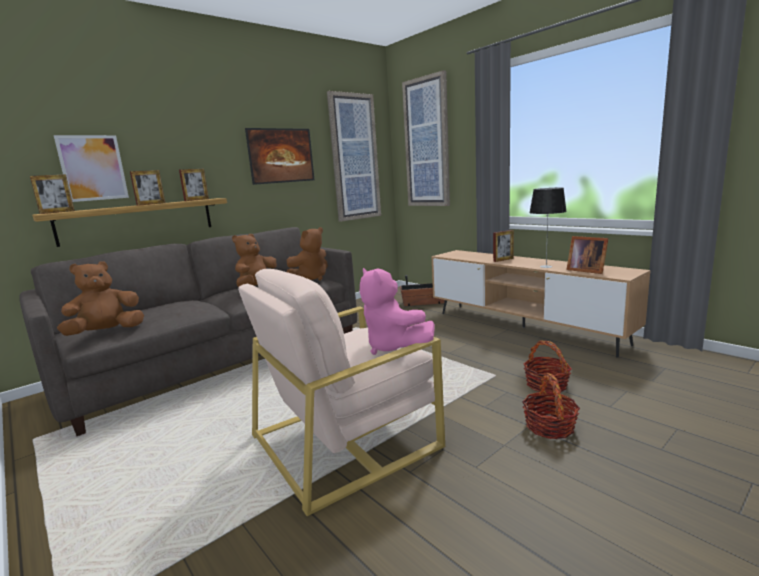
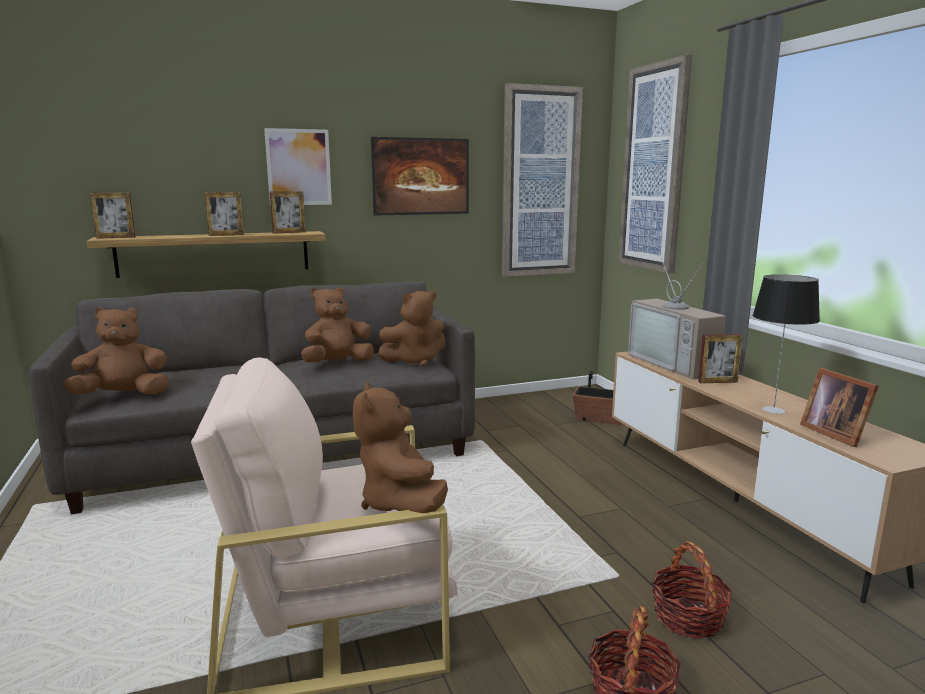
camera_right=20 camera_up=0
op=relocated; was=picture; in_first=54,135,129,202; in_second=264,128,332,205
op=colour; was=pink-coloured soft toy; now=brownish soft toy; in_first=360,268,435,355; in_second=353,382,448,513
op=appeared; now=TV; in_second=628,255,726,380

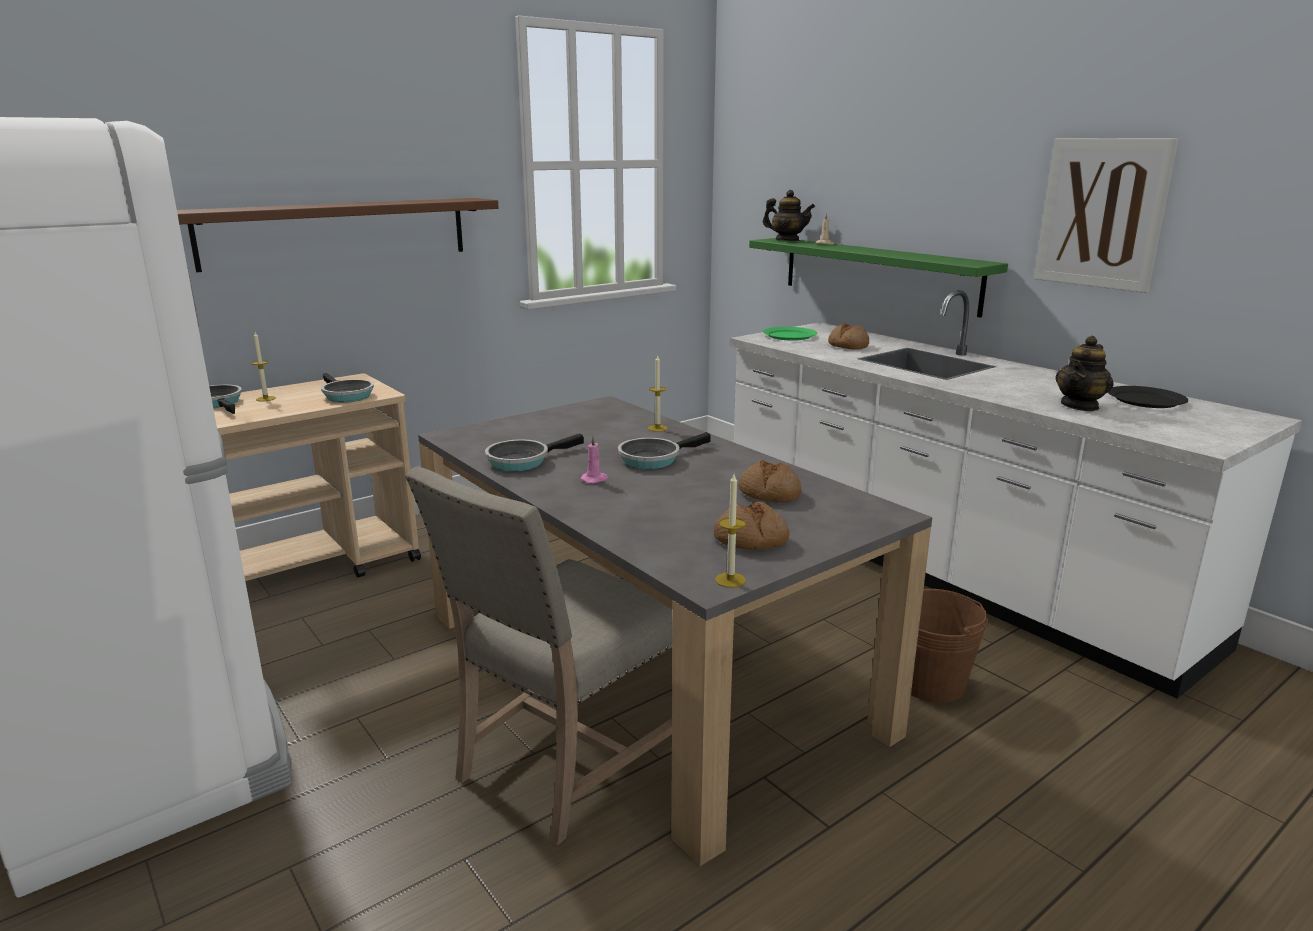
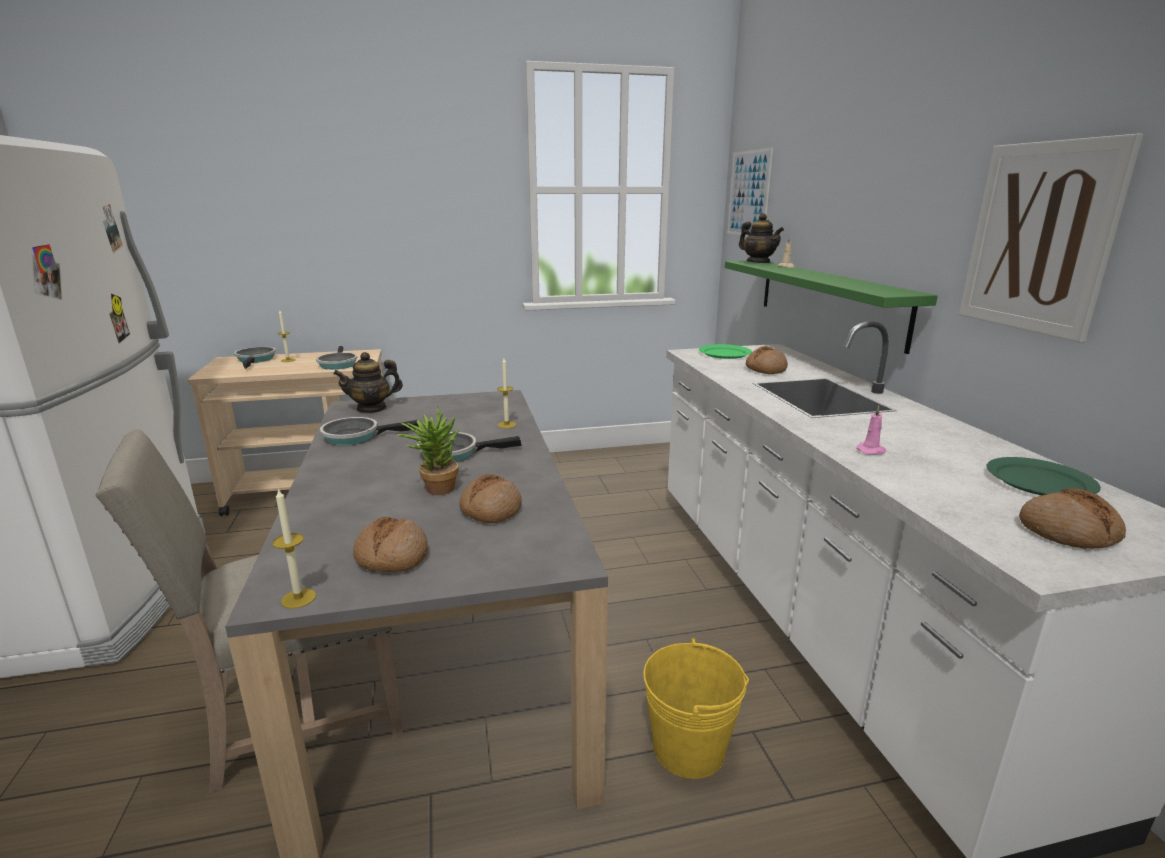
camera_right=25 camera_up=0
op=relocated; was=teapot; in_first=1056,336,1114,411; in_second=333,352,403,414
op=appeared; now=plant in a pot; in_second=398,406,459,495
op=colour; was=brownish bucket; now=yellowish bucket; in_first=911,589,988,703; in_second=643,638,749,779
op=appeared; now=picture; in_second=727,148,773,236
op=relocated; was=pink-coloured candle; in_first=581,436,608,484; in_second=856,405,886,455
op=colour; was=black-coloured flat dish; now=green-coloured flat dish; in_first=1108,386,1188,408; in_second=986,457,1101,495
op=appeared; now=bakery bread; in_second=1019,488,1126,549
op=missing; was=brownish wall shelf; in_first=177,198,499,272

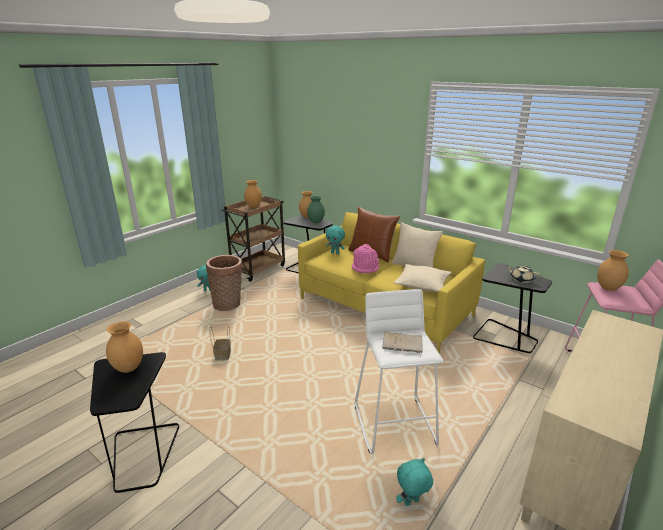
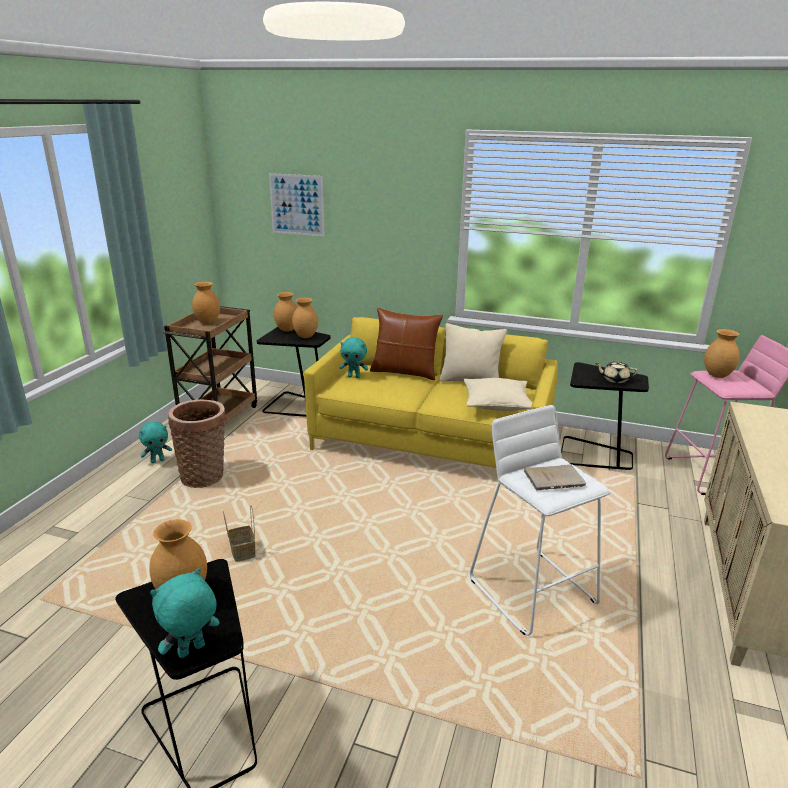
camera_right=-20 camera_up=0
op=relocated; was=turquoise-coloured soft toy; in_first=396,458,433,506; in_second=150,568,220,658
op=appeared; now=picture; in_second=269,173,325,237
op=colour; was=green-coloured vase; now=brownish vase; in_first=307,196,325,223; in_second=292,298,318,338
op=missing; was=pink-coloured wearable hat; in_first=352,244,379,273

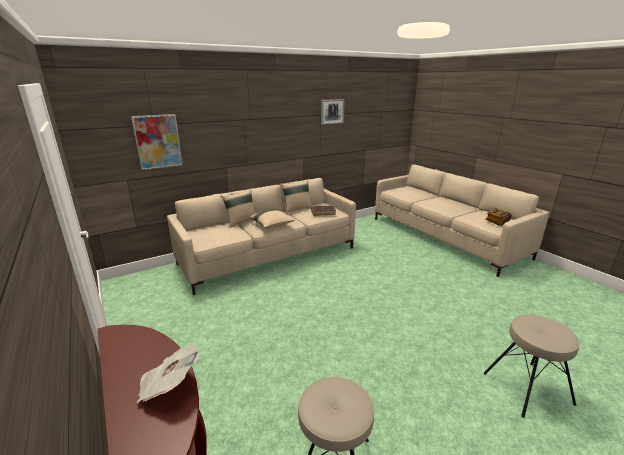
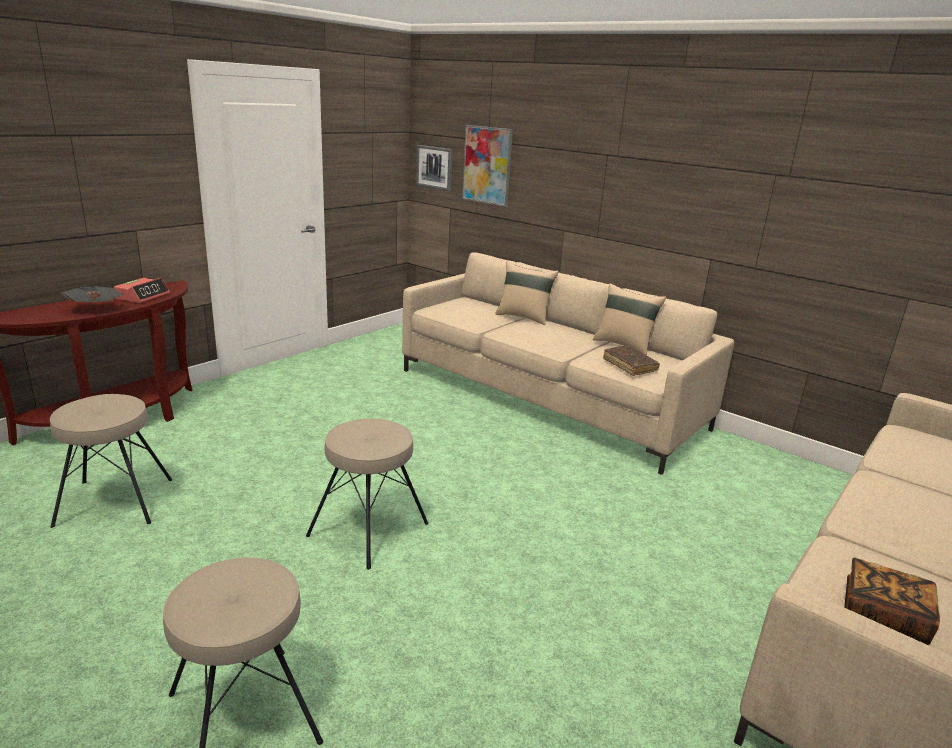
camera_right=70 camera_up=0
op=appeared; now=bedside clock; in_second=114,278,170,303
op=appeared; now=beige stool; in_second=306,419,429,570
op=relocated; was=picture; in_first=321,99,345,125; in_second=416,145,453,191
op=missing; was=beige pillow; in_first=249,209,295,228

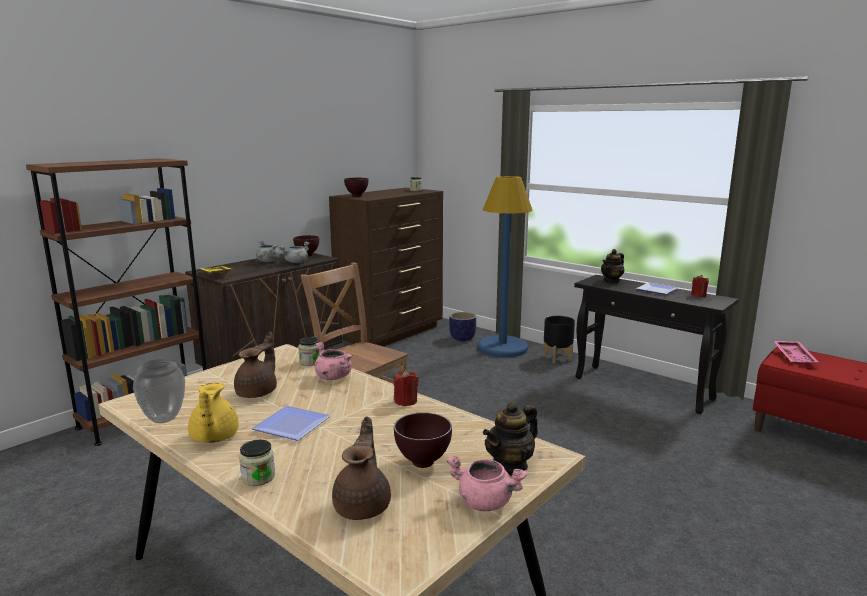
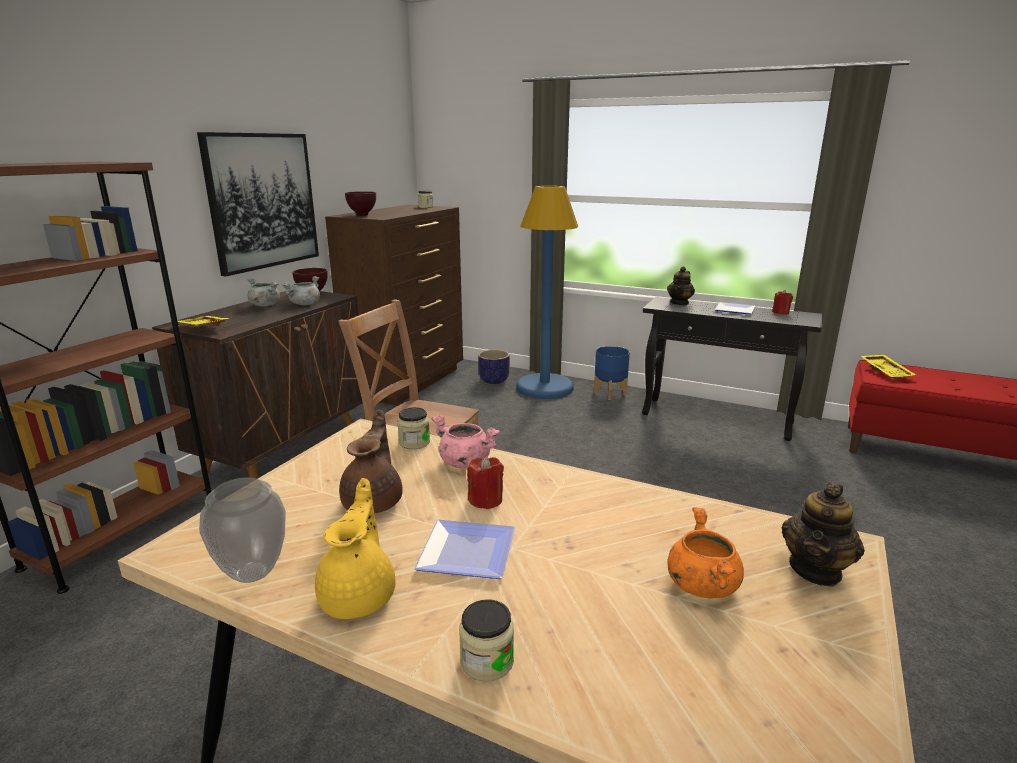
camera_right=-15 camera_up=5
op=appeared; now=picture; in_second=197,132,319,277
op=spun; was=yellowish teapot; in_first=188,383,239,443; in_second=315,478,396,619; clockwise=-150
op=relocated; was=reddish candle; in_first=394,370,419,406; in_second=467,456,504,509
op=colour; was=black-coloured planter; now=blue planter; in_first=543,316,575,363; in_second=594,346,630,400
op=exchanged; was=brownish deep dish; now=orange stockpot; in_first=394,412,452,468; in_second=667,507,744,598
op=colour; was=pink-coloured serving tray; now=yellowish serving tray; in_first=774,341,818,365; in_second=861,354,916,379
op=missing; was=brownish teapot; in_first=332,416,391,520
op=missing; was=pink-coloured stockpot; in_first=447,456,527,511

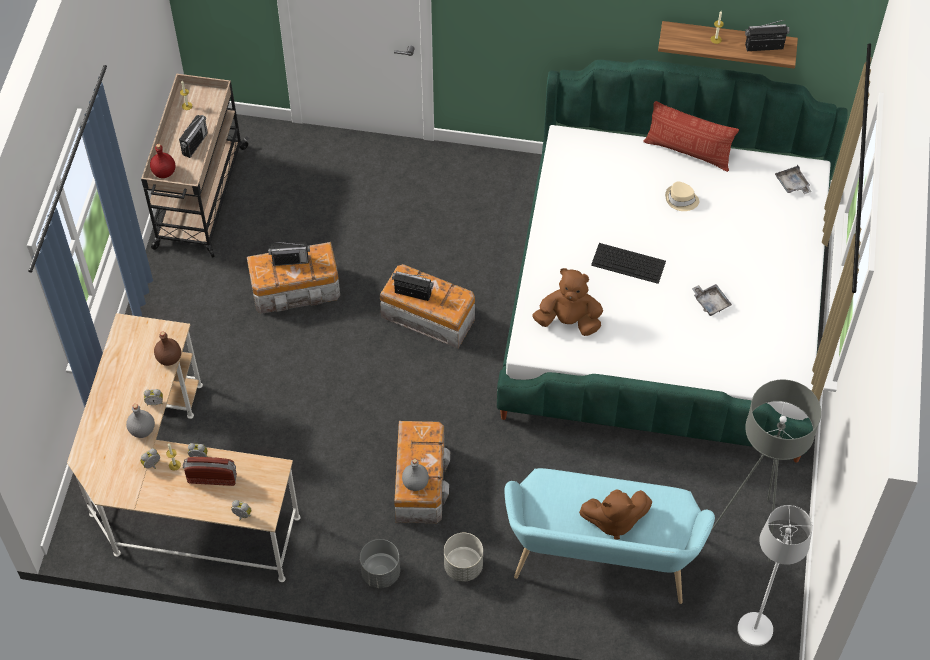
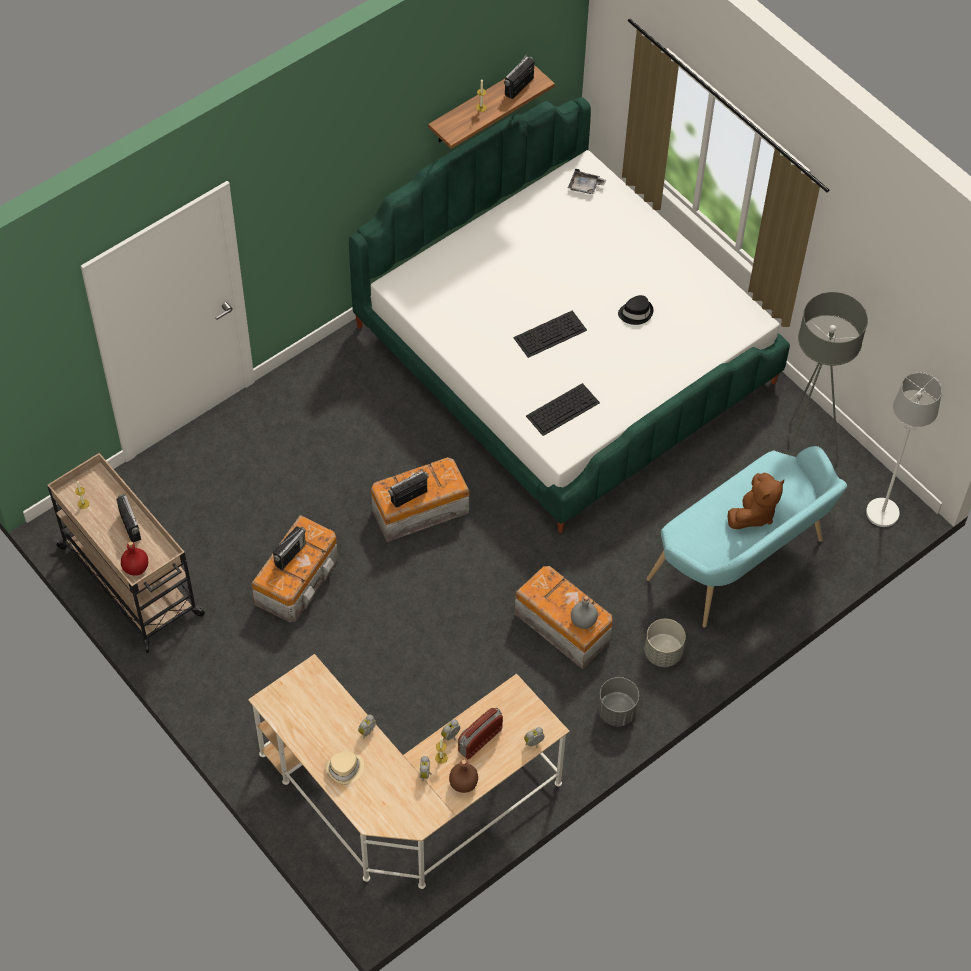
camera_right=-50 camera_up=0
op=relocated; was=beige wearable hat; in_first=665,181,699,211; in_second=325,752,364,785
op=relocated; was=brownish bottle; in_first=154,331,181,366; in_second=449,759,478,793
op=exchanged; was=brownish soft toy; now=keyboard; in_first=532,268,603,336; in_second=526,383,600,436
op=exchanged; was=grey serving tray; now=black-coloured wearable hat; in_first=692,284,732,316; in_second=618,295,653,325
op=missing; was=grey bottle; in_first=126,404,155,438
op=missing; was=pillow; in_first=643,101,739,172

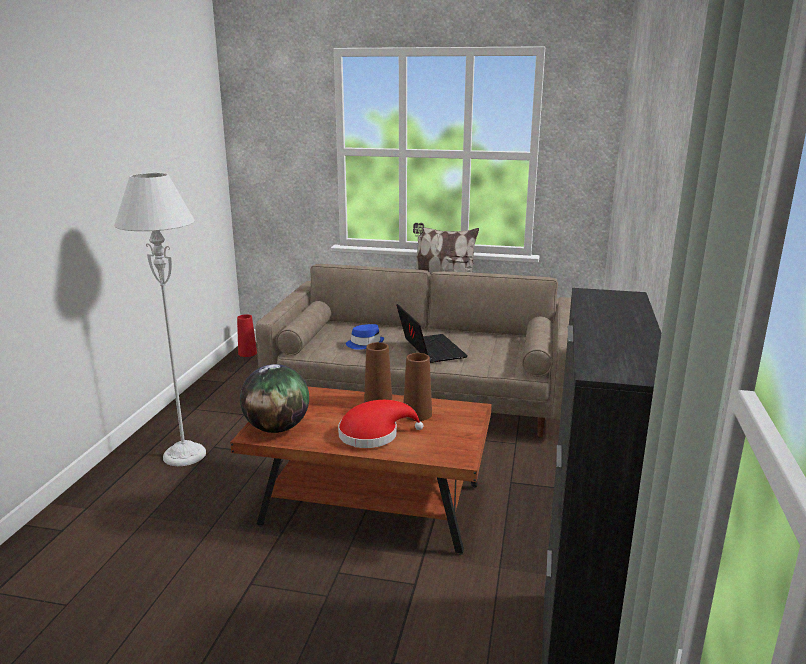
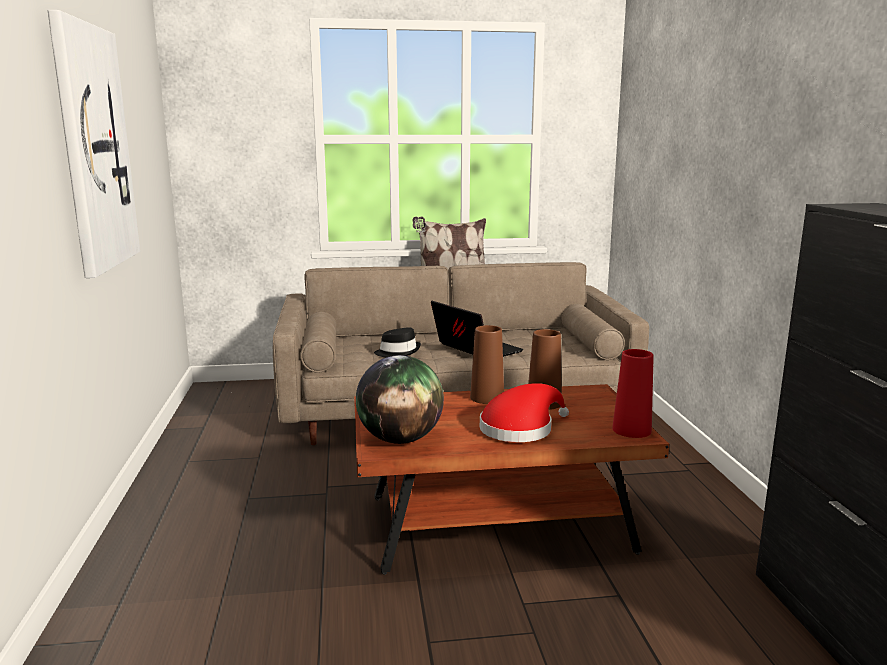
camera_right=-20 camera_up=-5
op=appeared; now=picture; in_second=48,10,140,278
op=colour; was=blue wearable hat; now=black-coloured wearable hat; in_first=346,324,384,350; in_second=374,327,421,357
op=relocated; was=reddish vase; in_first=237,314,257,357; in_second=612,349,654,438
op=missing; was=grey standing lamp; in_first=114,173,206,466

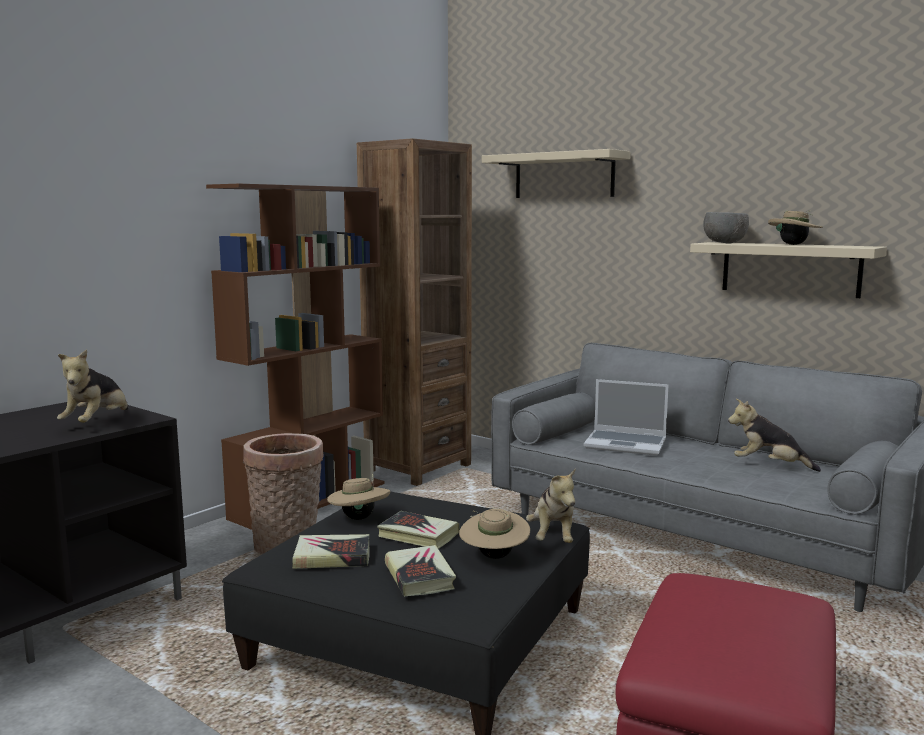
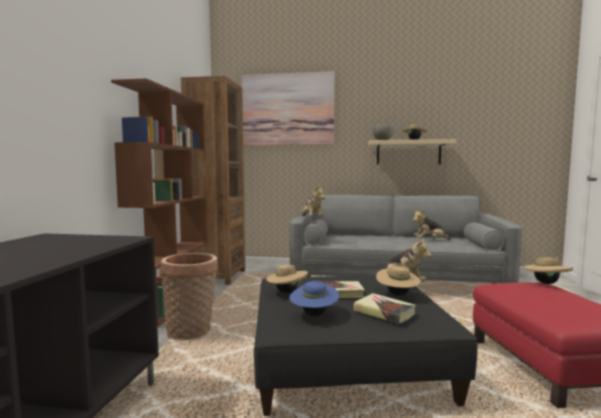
camera_right=-30 camera_up=-5
op=exchanged; was=beige wall shelf; now=picture; in_first=482,149,631,198; in_second=242,71,334,146
op=exchanged; was=book; now=blue wearable hat; in_first=292,534,369,569; in_second=289,281,339,316
op=relocated; was=soft toy; in_first=57,349,128,423; in_second=301,186,325,216
op=appeared; now=beige wearable hat; in_second=524,256,573,284
op=missing; was=notebook computer; in_first=584,379,669,456

